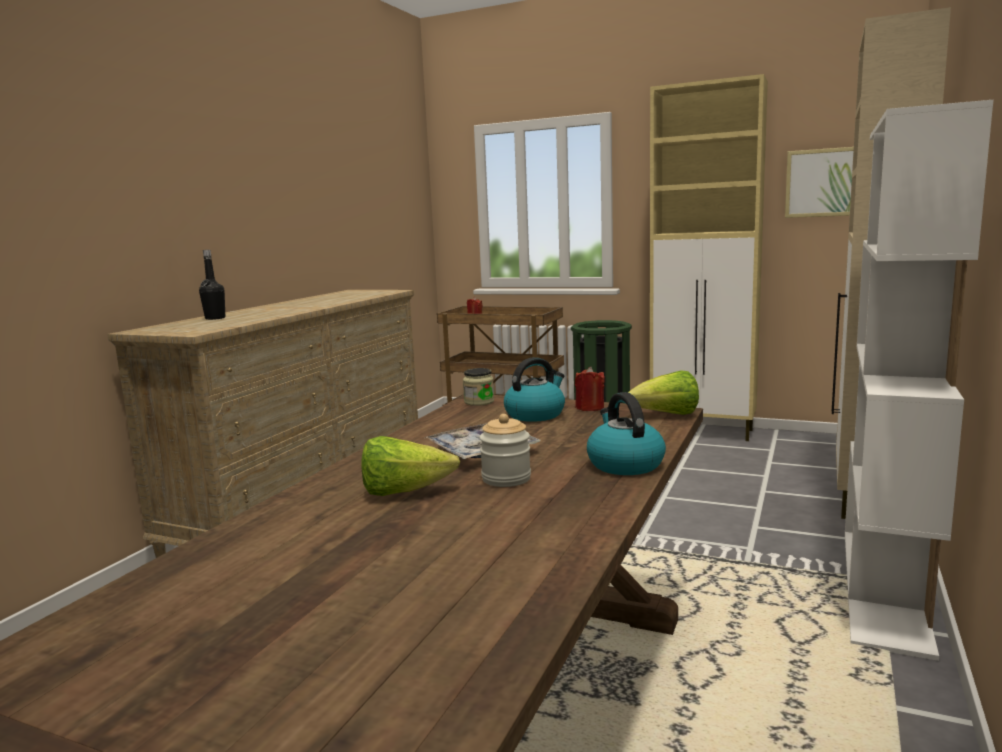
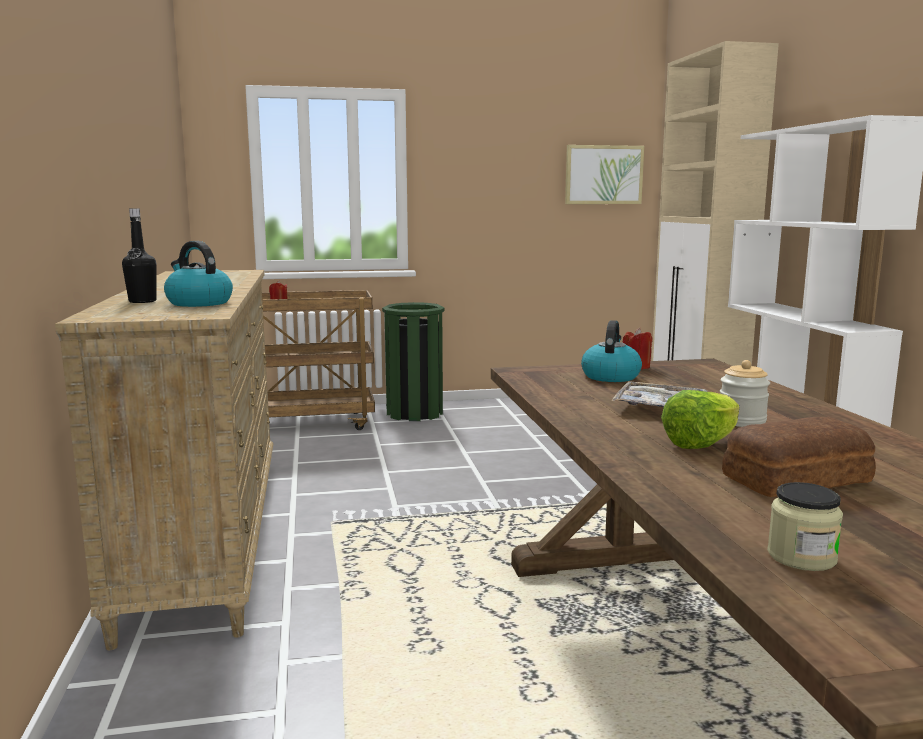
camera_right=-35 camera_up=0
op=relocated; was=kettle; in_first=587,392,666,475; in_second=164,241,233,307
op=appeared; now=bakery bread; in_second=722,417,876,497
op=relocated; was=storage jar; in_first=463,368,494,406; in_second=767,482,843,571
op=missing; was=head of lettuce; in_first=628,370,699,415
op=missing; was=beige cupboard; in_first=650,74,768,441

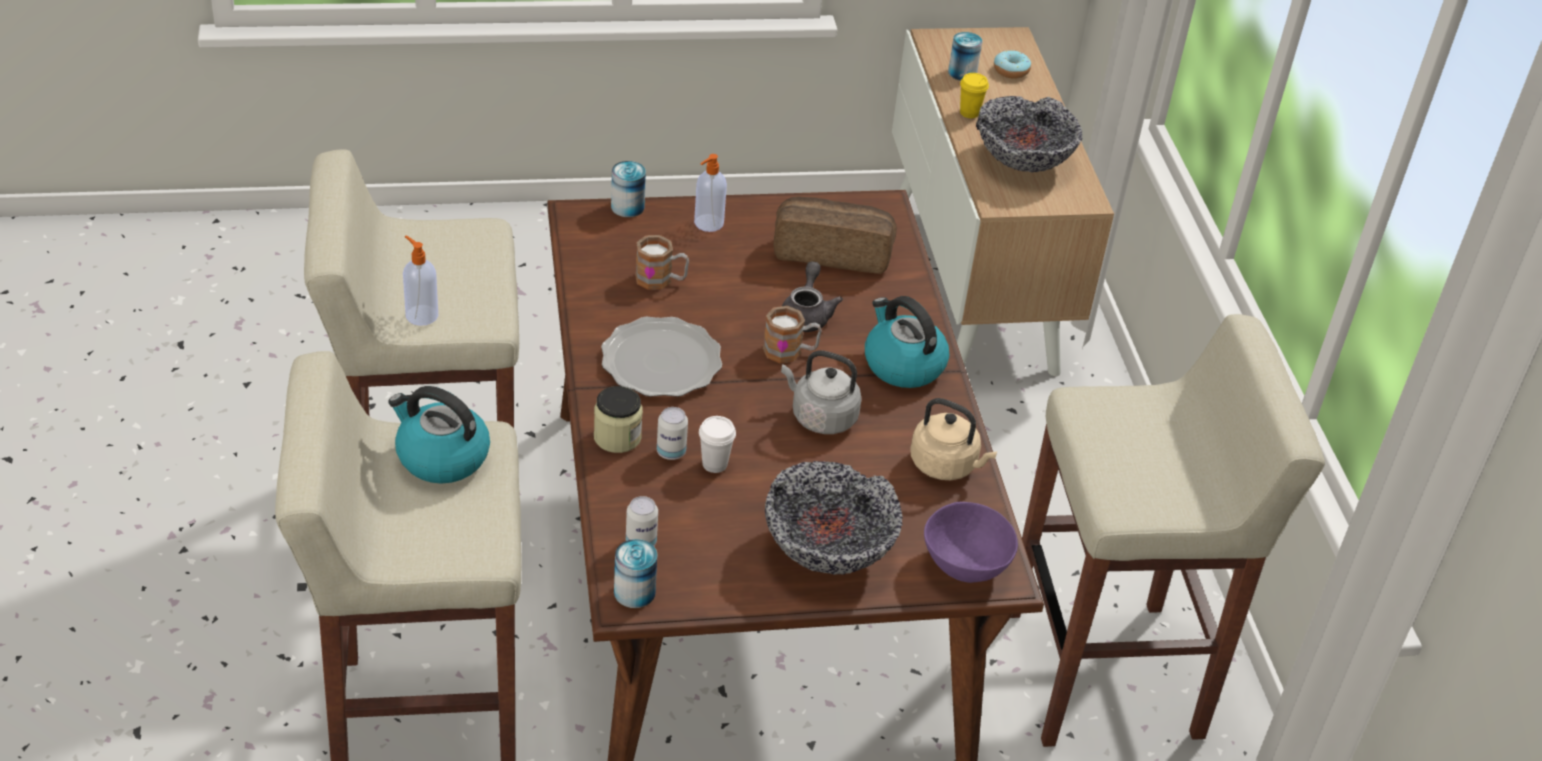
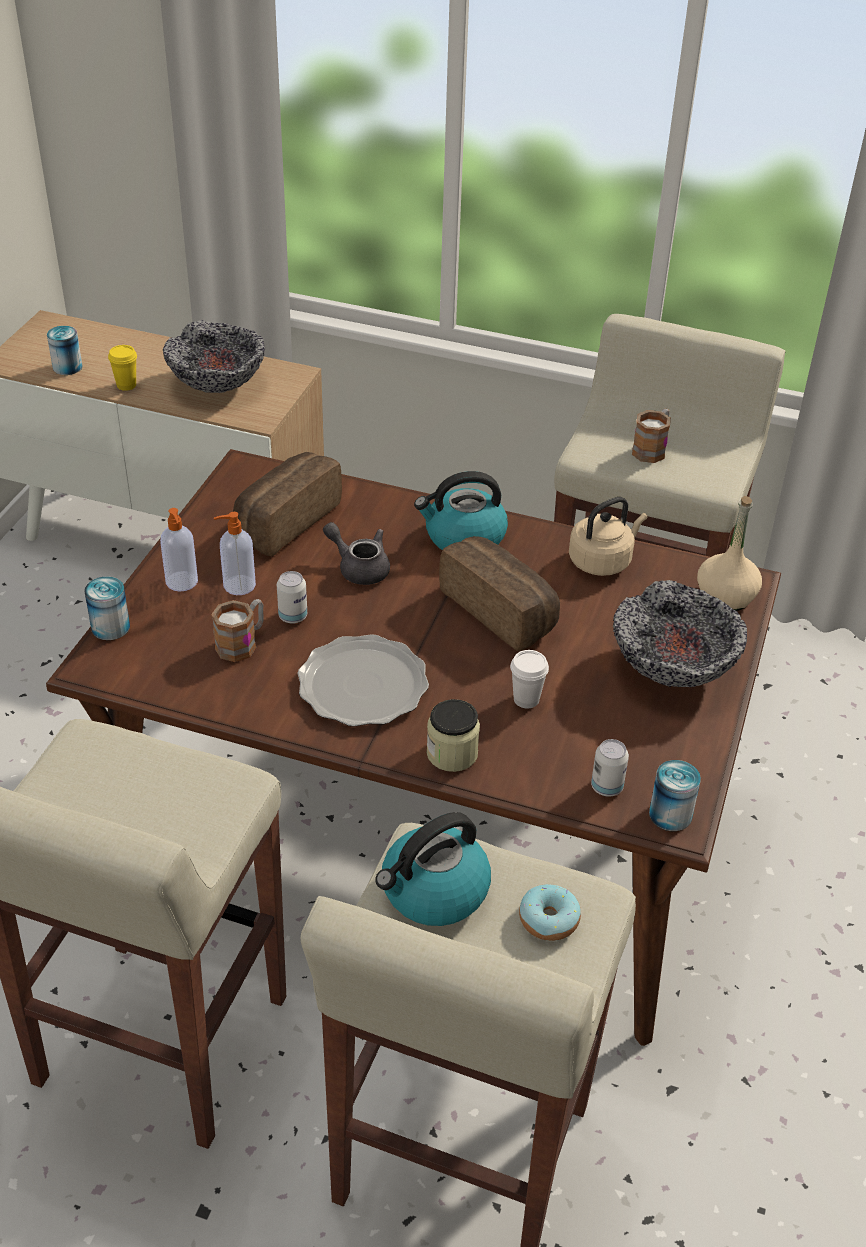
camera_right=-60 camera_up=0
op=relocated; was=liquid soap bottle; in_first=403,236,438,326; in_second=214,512,256,595
op=relocated; was=sealed can; in_first=657,407,688,460; in_second=277,571,307,624
op=exchanged; was=grey kettle; now=bakery bread; in_first=781,350,862,434; in_second=439,536,560,651
op=relocated; was=doughnut; in_first=994,50,1031,79; in_second=519,884,581,941
op=relocated; was=tea mug; in_first=763,306,822,363; in_second=632,409,671,463
op=exchanged; was=purplish deep dish; now=beige bottle; in_first=924,502,1018,583; in_second=697,496,762,611

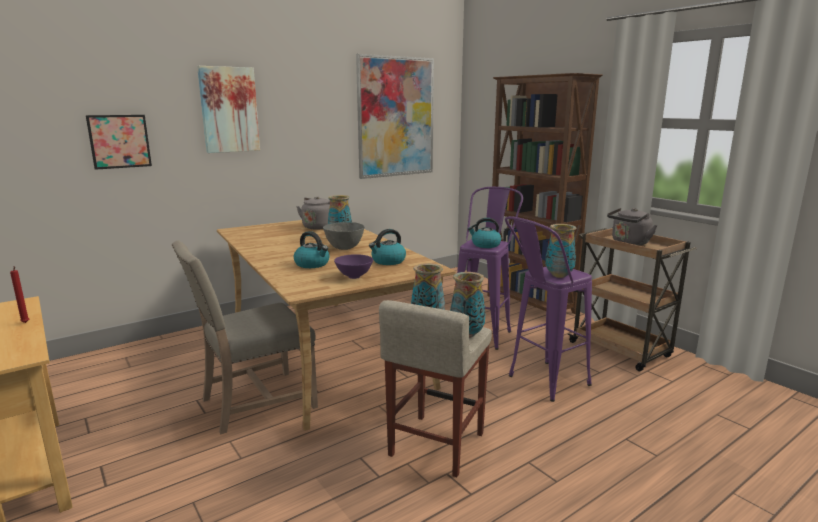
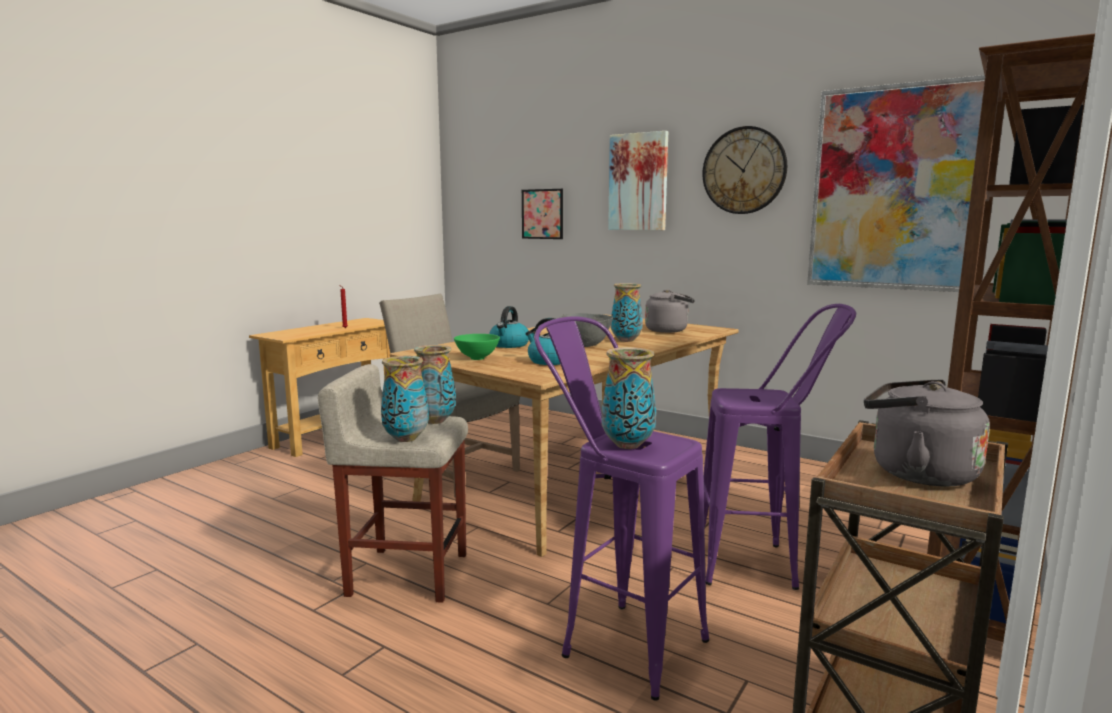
camera_right=70 camera_up=-5
op=colour; was=purplish deep dish; now=green-coloured deep dish; in_first=334,254,373,279; in_second=454,334,500,360
op=appeared; now=hanging clock; in_second=702,126,787,214
op=missing; was=kettle; in_first=468,218,501,248

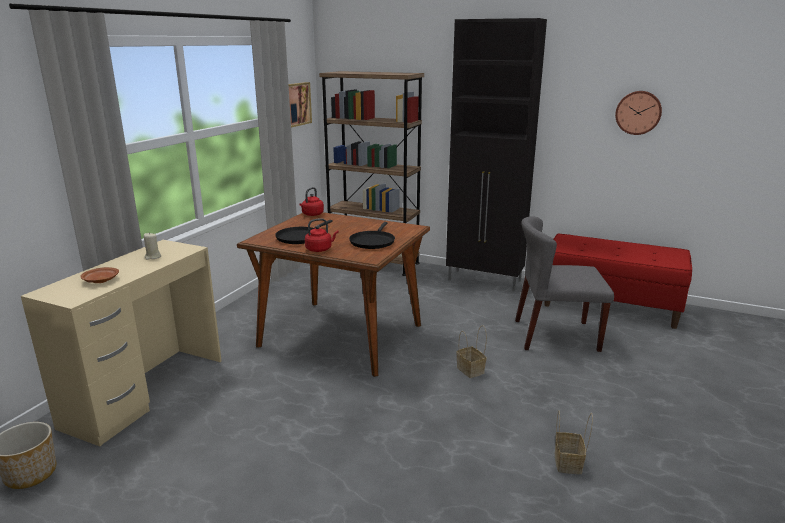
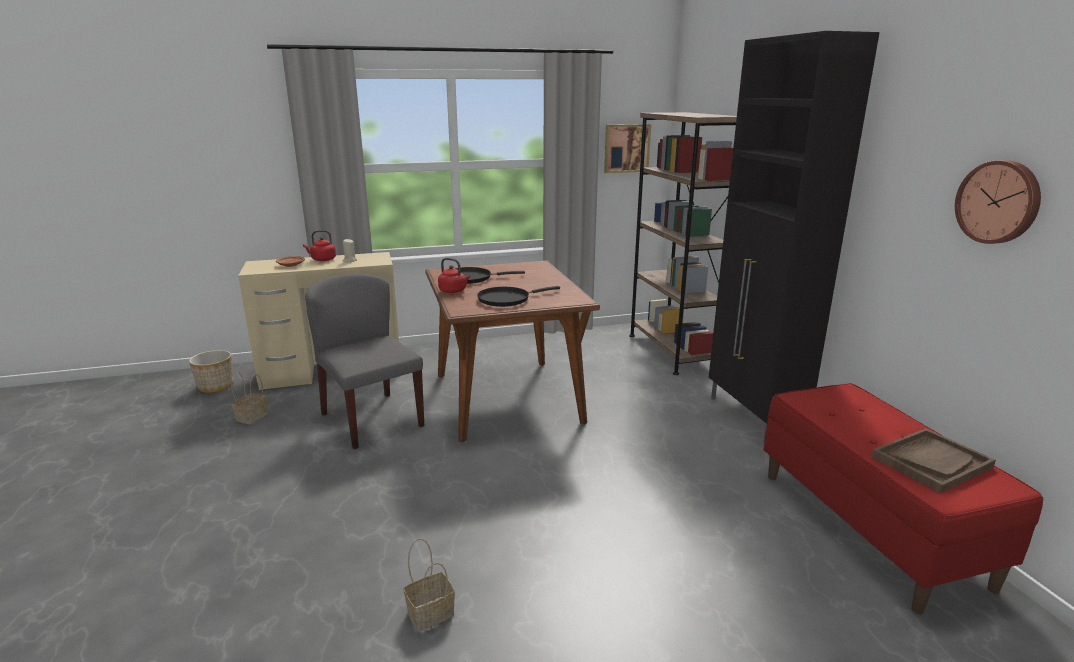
camera_right=50 camera_up=0
op=relocated; was=basket; in_first=456,325,487,378; in_second=231,370,268,424
op=relocated; was=reddish kettle; in_first=299,187,324,216; in_second=303,230,336,261
op=relocated; was=grey upright chair; in_first=515,217,614,352; in_second=305,274,424,449
op=appeared; now=brownish serving tray; in_second=871,428,996,493

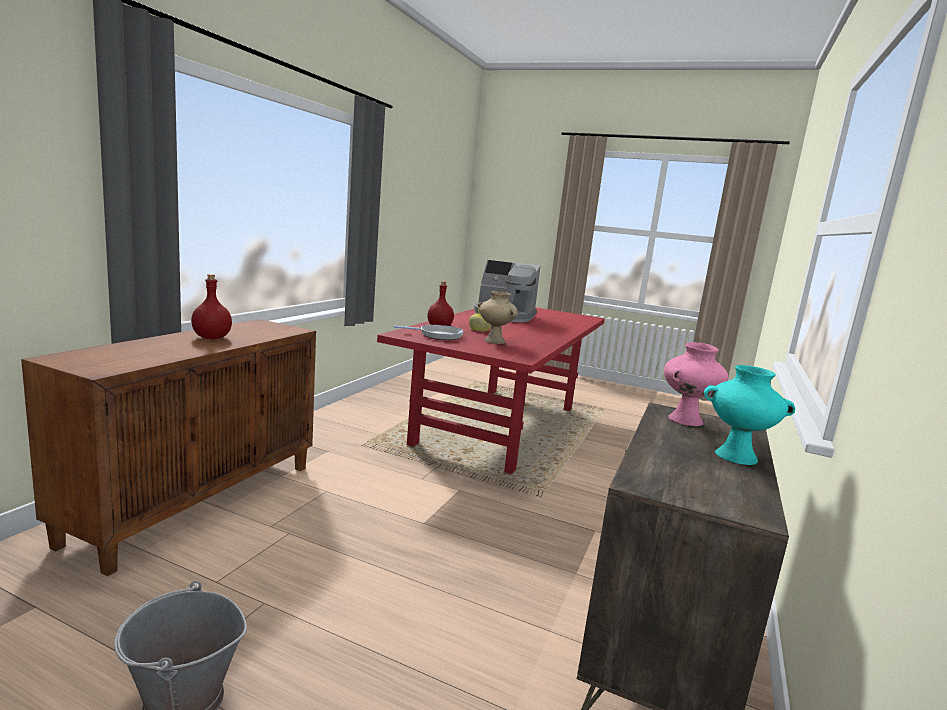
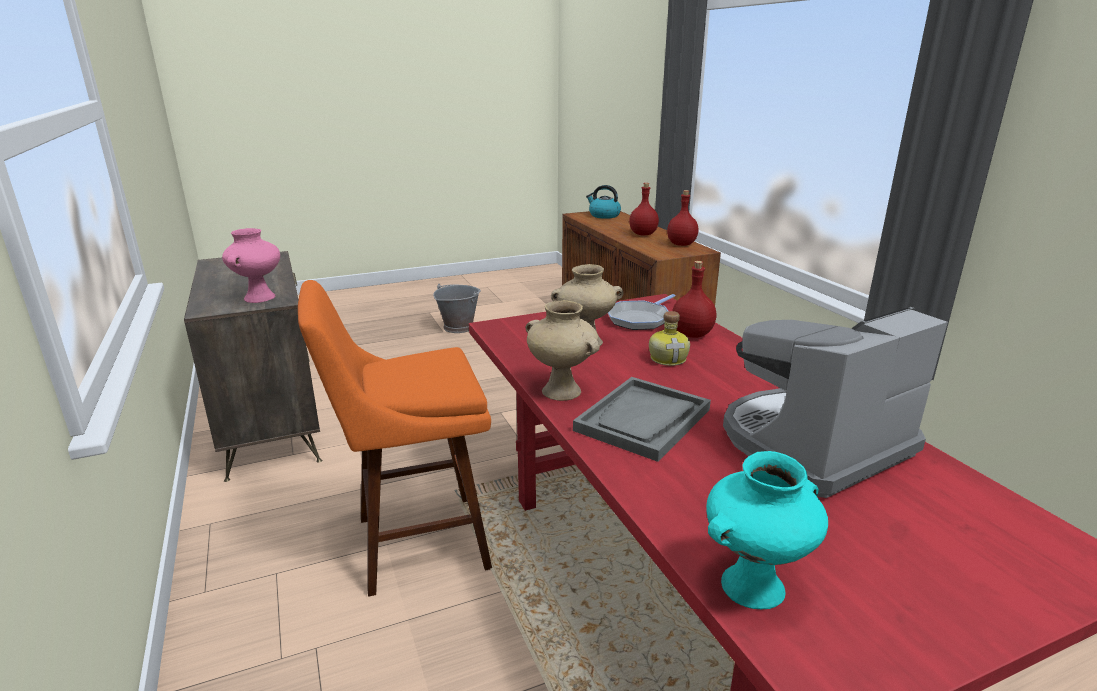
camera_right=135 camera_up=10
op=appeared; now=orange stool; in_second=298,280,492,597
op=appeared; now=beige vase; in_second=525,300,600,401
op=appeared; now=grey serving tray; in_second=573,377,711,462
op=appeared; now=kettle; in_second=586,185,621,219
op=appeared; now=reddish bottle; in_second=667,190,698,246
op=relocated; was=turquoise-coloured vase; in_first=704,365,795,465; in_second=706,451,828,609

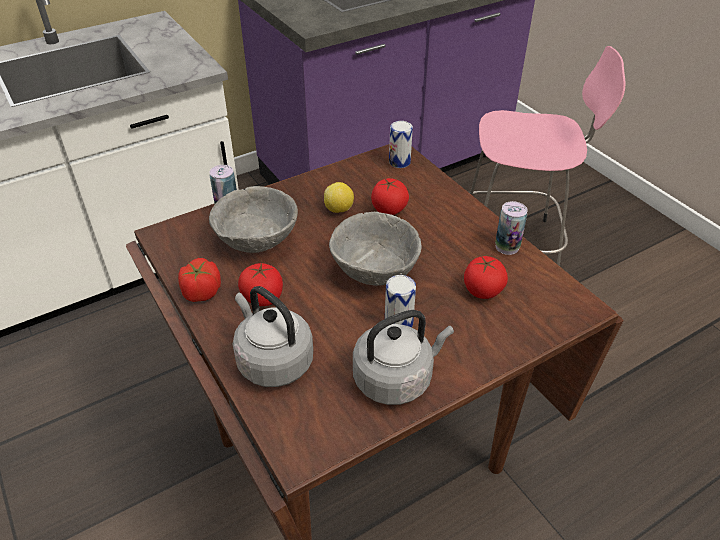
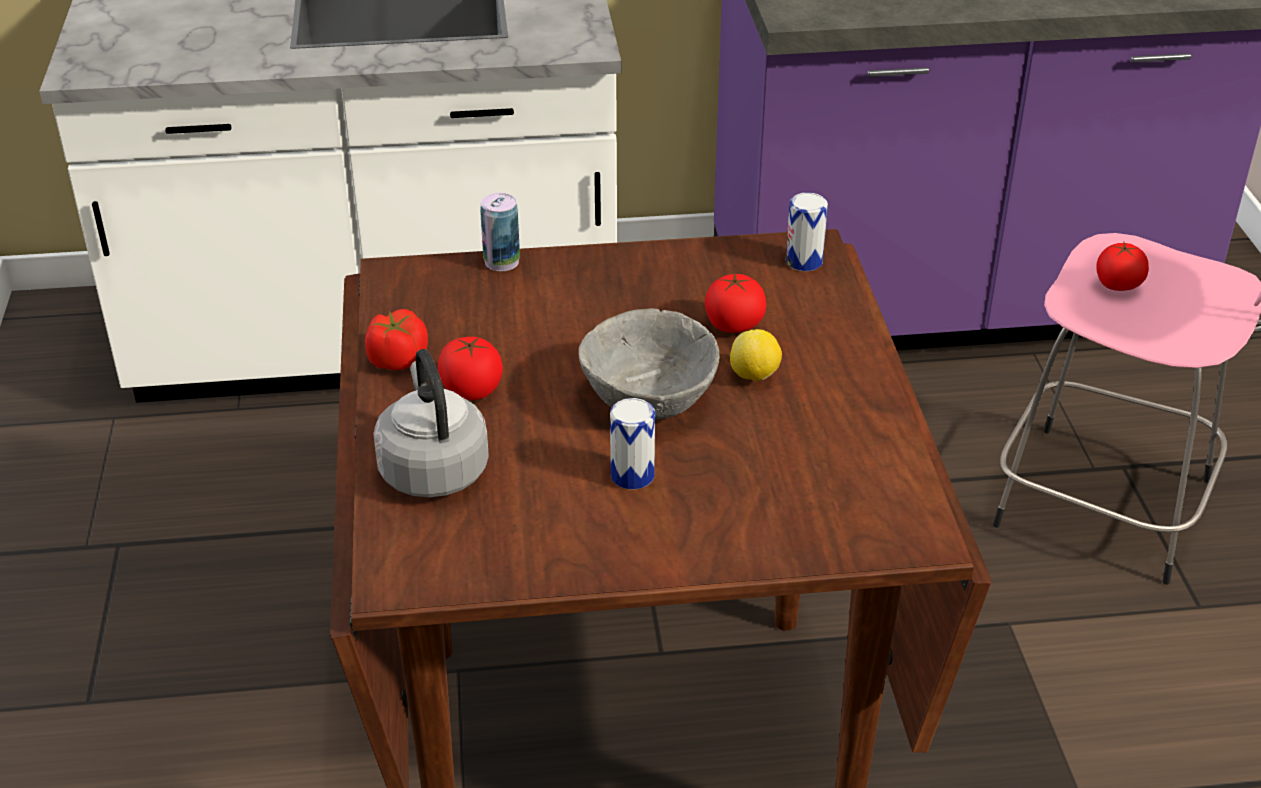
camera_right=25 camera_up=-5
op=relocated; was=lemon; in_first=324,182,354,213; in_second=730,329,782,381
op=relocated; was=tomato; in_first=464,256,508,299; in_second=1096,242,1149,291
op=missing; was=grey deep dish; in_first=209,186,298,253
op=missing; was=grey kettle; in_first=353,310,454,405
op=missing; was=sealed can; in_first=495,201,528,255

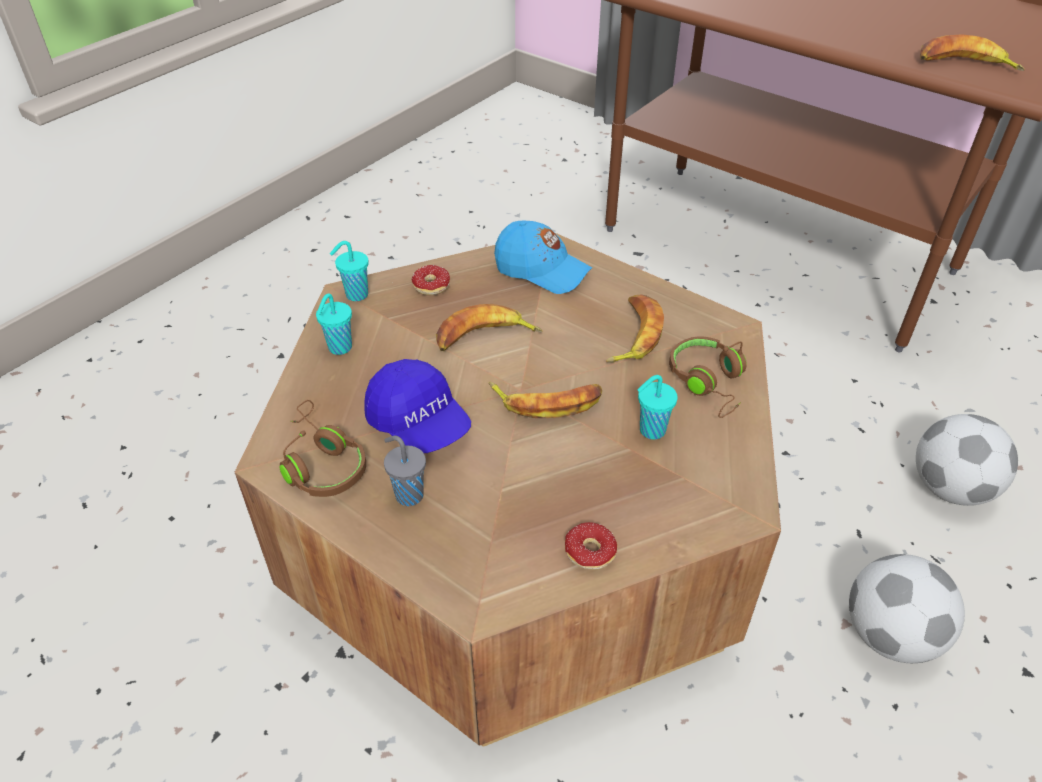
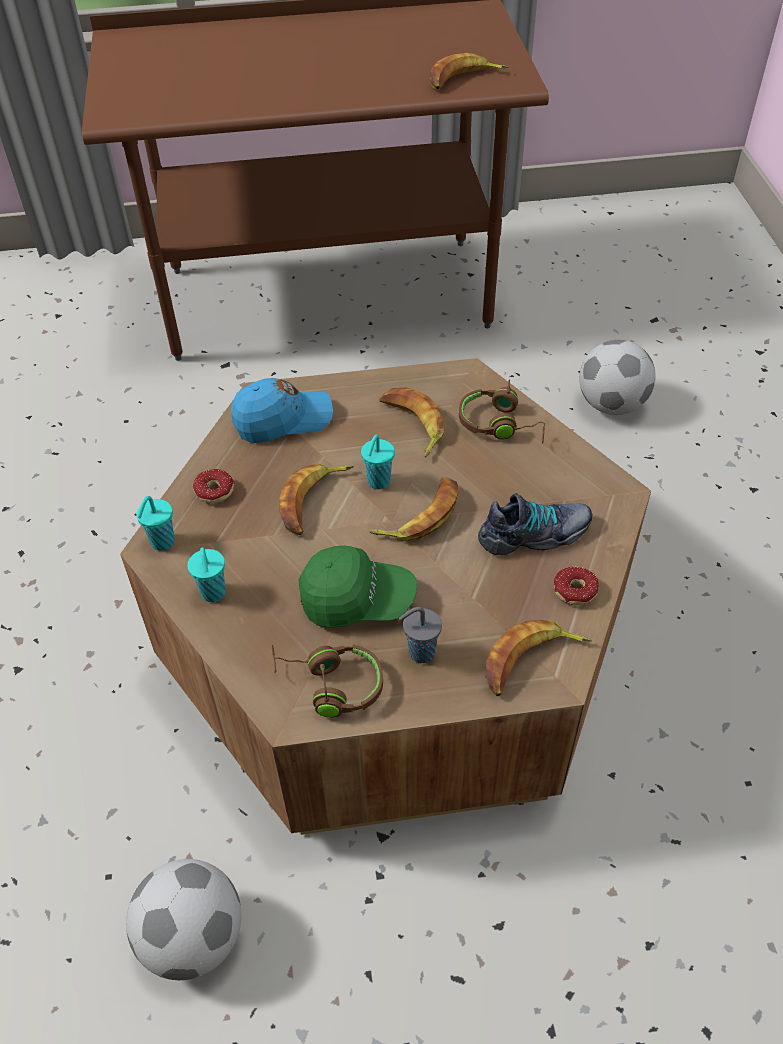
camera_right=-45 camera_up=5
op=relocated; was=football ball; in_first=849,554,965,663; in_second=126,859,242,980
op=colour; was=blue baseball cap; now=green-coloured baseball cap; in_first=364,359,471,453; in_second=299,546,417,628
op=relocated; was=turquoise-coloured small cup; in_first=638,375,678,440; in_second=361,434,395,489
op=appeared; now=low shoe; in_second=478,493,592,555
op=appeared; now=banana fruit; in_second=485,620,592,696

